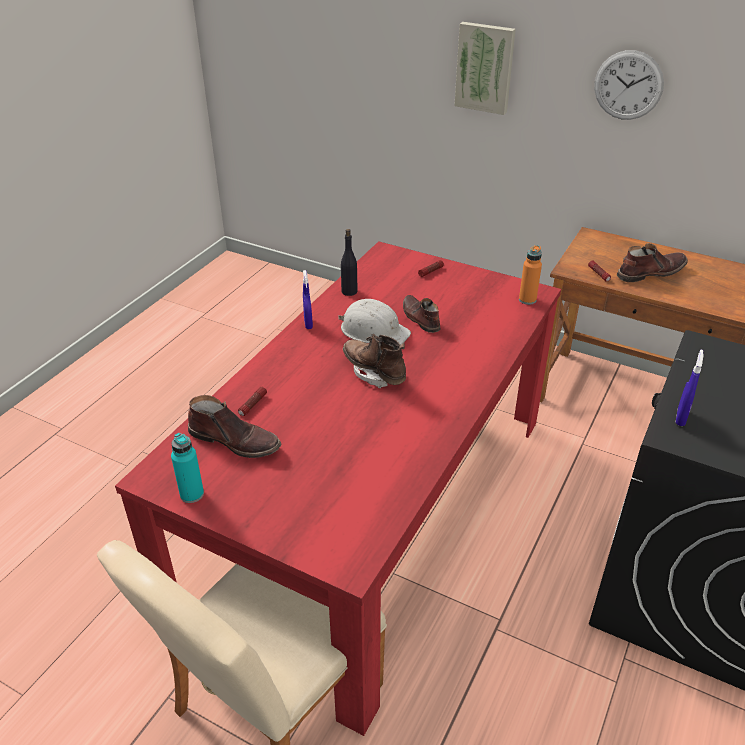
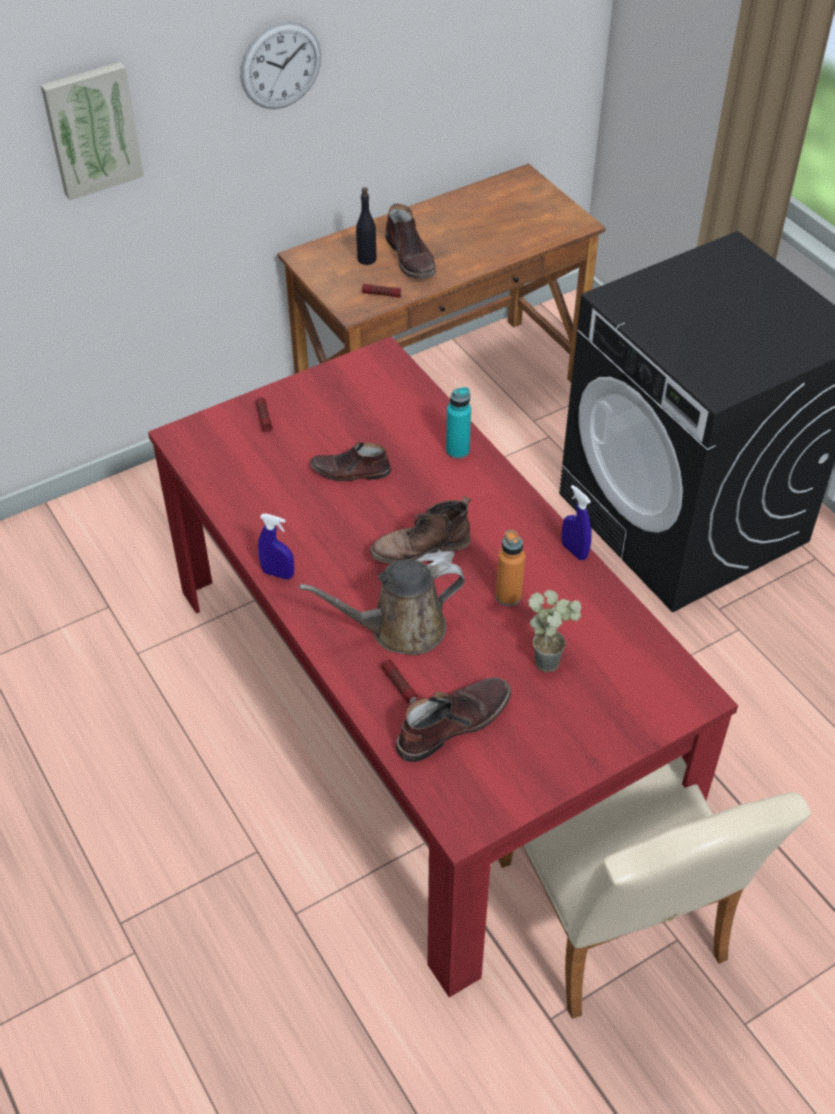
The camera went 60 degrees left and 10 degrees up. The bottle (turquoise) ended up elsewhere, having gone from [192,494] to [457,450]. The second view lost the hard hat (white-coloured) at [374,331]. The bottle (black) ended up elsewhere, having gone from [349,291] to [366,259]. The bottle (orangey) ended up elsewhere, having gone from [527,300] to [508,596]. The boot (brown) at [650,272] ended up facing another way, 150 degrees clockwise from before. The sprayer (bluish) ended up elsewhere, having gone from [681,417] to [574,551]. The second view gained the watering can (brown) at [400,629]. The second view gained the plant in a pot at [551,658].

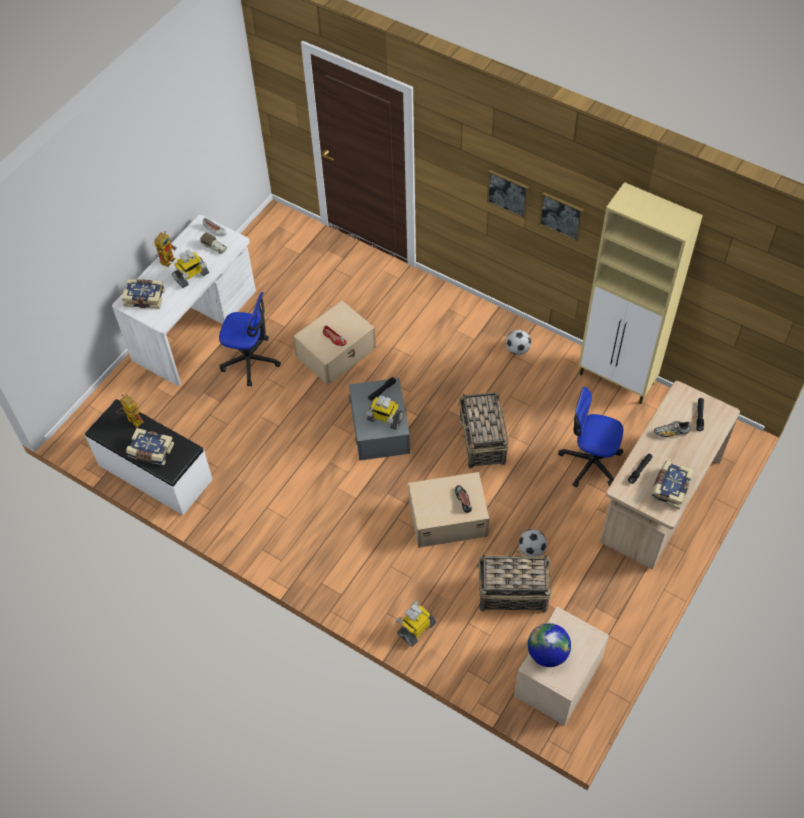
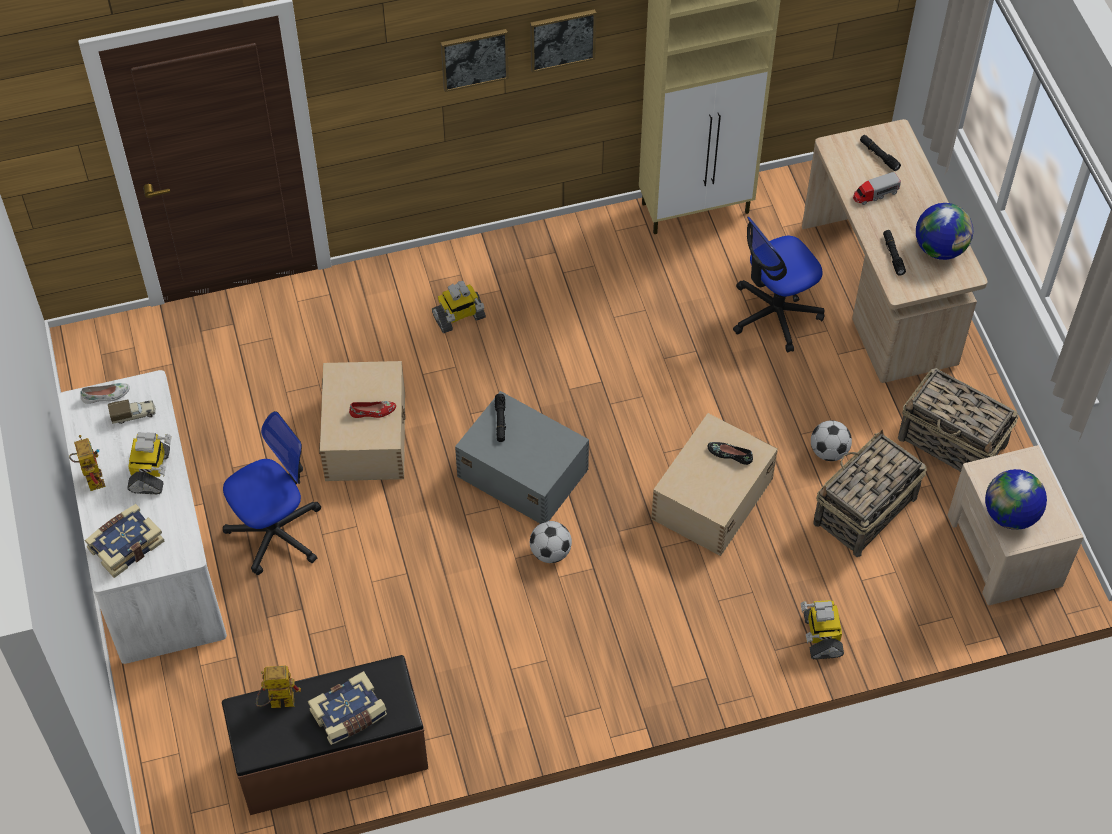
The camera went 50 degrees left and 0 degrees up. What was the long seat (white-coloured) at [154,473] turned into the long seat (brown) at [331,757]. The robot figure ended up elsewhere, having gone from [385,419] to [459,317]. The basket ended up elsewhere, having gone from [482,441] to [952,443]. The football ball ended up elsewhere, having gone from [517,349] to [550,552]. Where the bound book stood at [670,488], the globe came to stand at [940,248]. Where the item of footwear stood at [671,432], the model truck came to stand at [875,194].

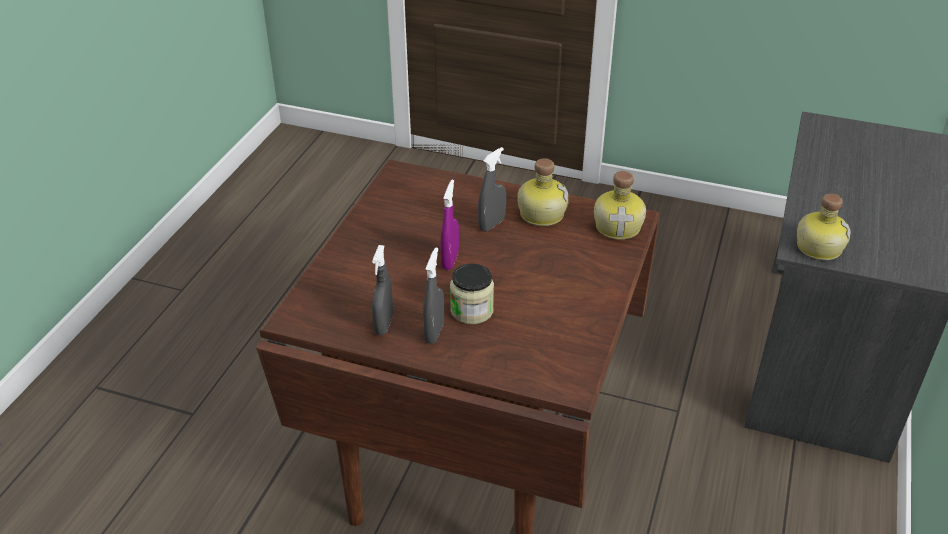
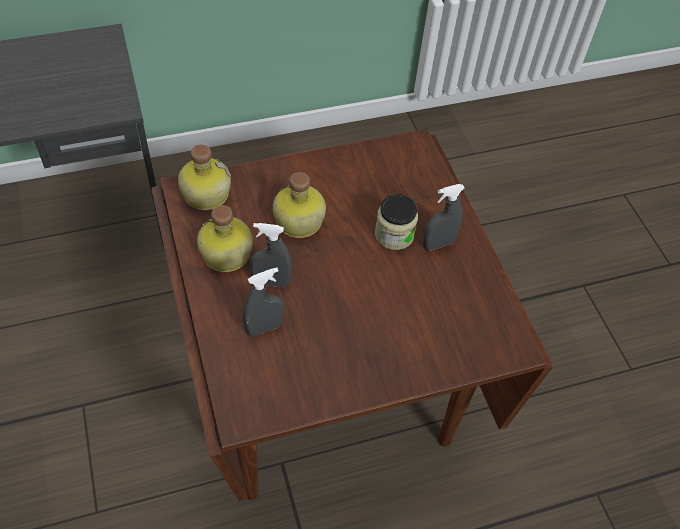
The camera went 130 degrees left and 15 degrees up. The sprayer (gray) ended up elsewhere, having gone from [384,325] to [264,328]. The second view lost the sprayer (purplish) at [450,261]. The bottle ended up elsewhere, having gone from [817,247] to [298,222].

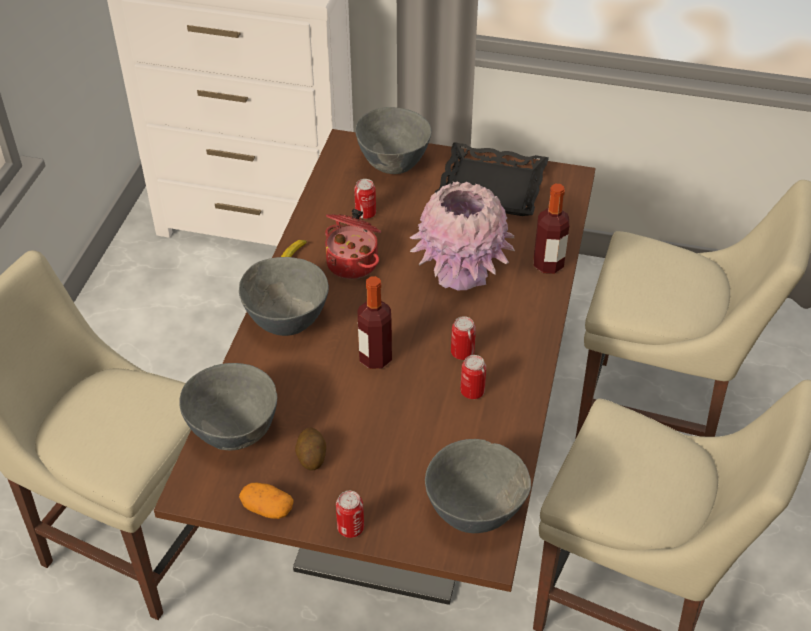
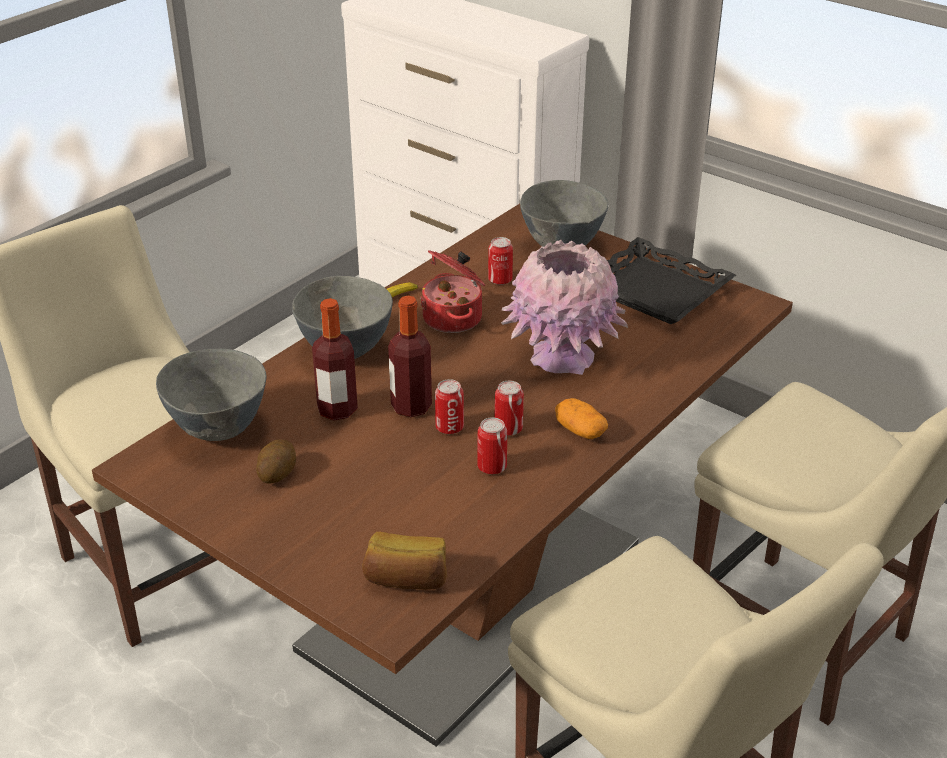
The camera went 25 degrees right and 10 degrees down. The potato ended up elsewhere, having gone from [267,508] to [580,431]. The metal can ended up elsewhere, having gone from [350,528] to [449,427]. Where the serving bowl (gray) stood at [474,512], the bakery bread came to stand at [406,579]. The bottle ended up elsewhere, having gone from [548,264] to [337,410].

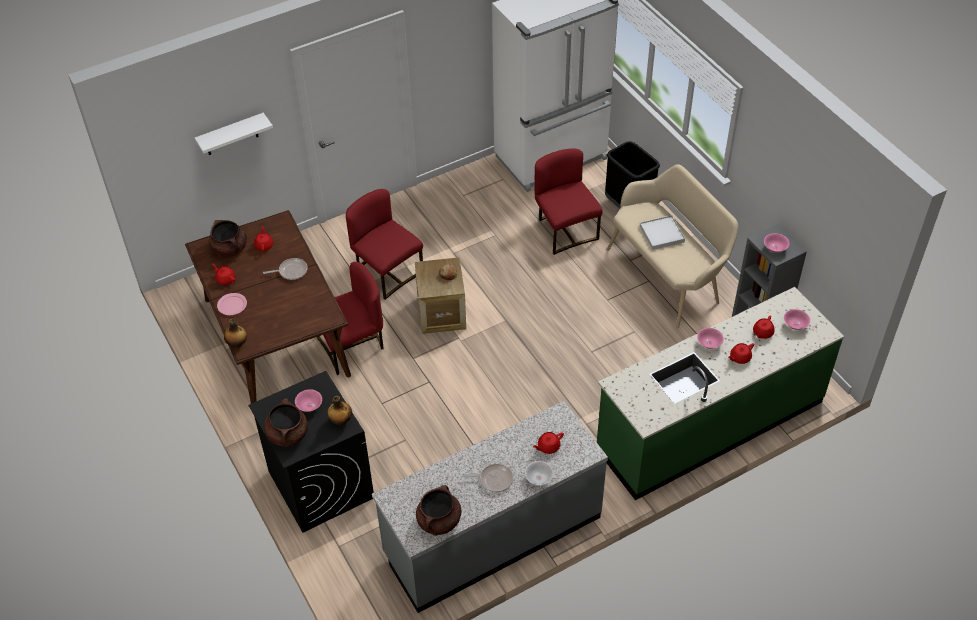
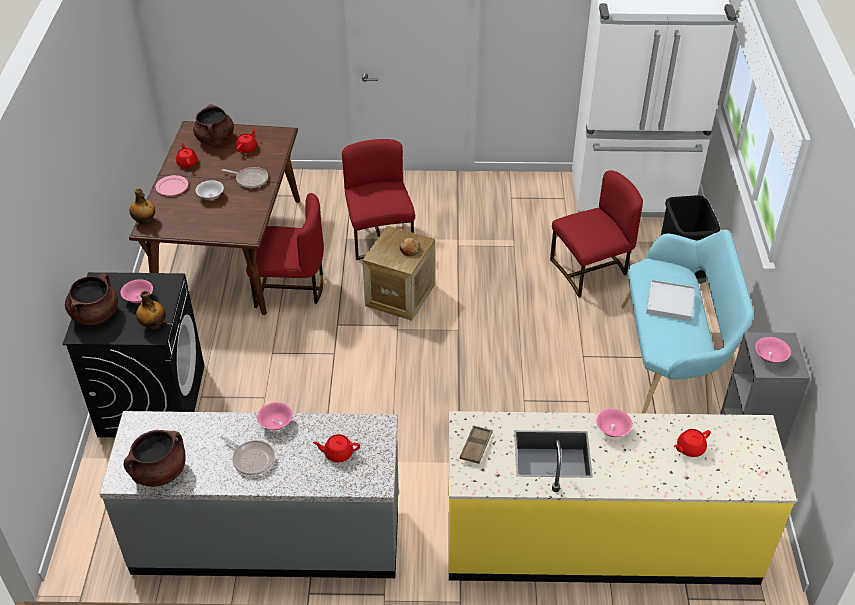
The camera went 30 degrees right and 5 degrees down. The second view lost the wall shelf (white-coloured) at [231,135]. The serving bowl (white-coloured) ended up elsewhere, having gone from [539,478] to [211,197]. The upright chair (red-coloured) at [565,230] ended up facing another way, 60 degrees clockwise from before. What was the kitchen counter (green) at [709,424] turned into the kitchen counter (yellow-coloured) at [599,541]. What was the long seat (sand-coloured) at [668,275] turned into the long seat (turquoise) at [671,361]. The second view lost the pot for tea (red-coloured) at [739,357]. The serving bowl (pink-coloured) ended up elsewhere, having gone from [795,325] to [276,424]. The second view gained the tray (brown) at [476,447].

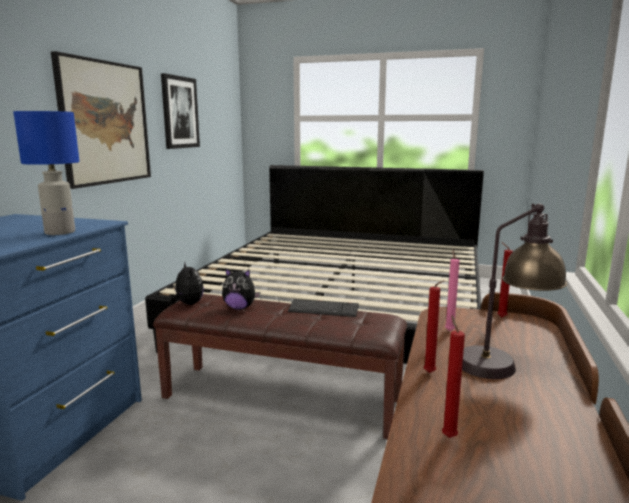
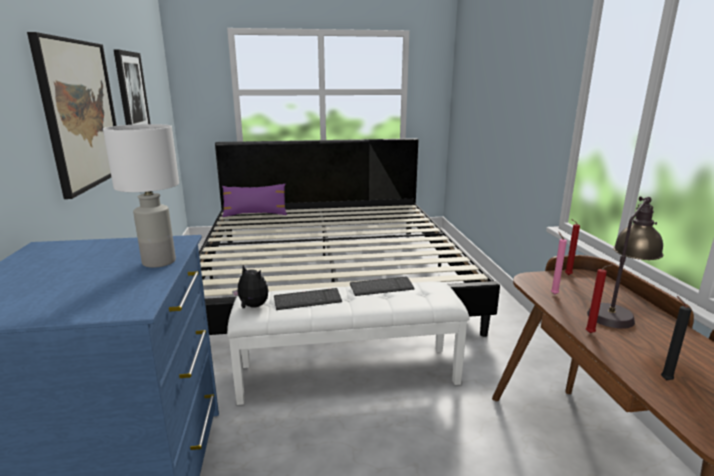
The camera went 25 degrees left and 5 degrees up. What was the table lamp (bluish) at [60,232] turned into the table lamp (white-coloured) at [159,261]. What was the long seat (brown) at [282,398] turned into the long seat (white-coloured) at [348,373]. Where the soft toy stood at [240,308], the PC keyboard came to stand at [307,300]. What was the candle (red-coloured) at [448,436] turned into the candle (black) at [664,379]. The second view gained the throw pillow (purplish) at [255,214].

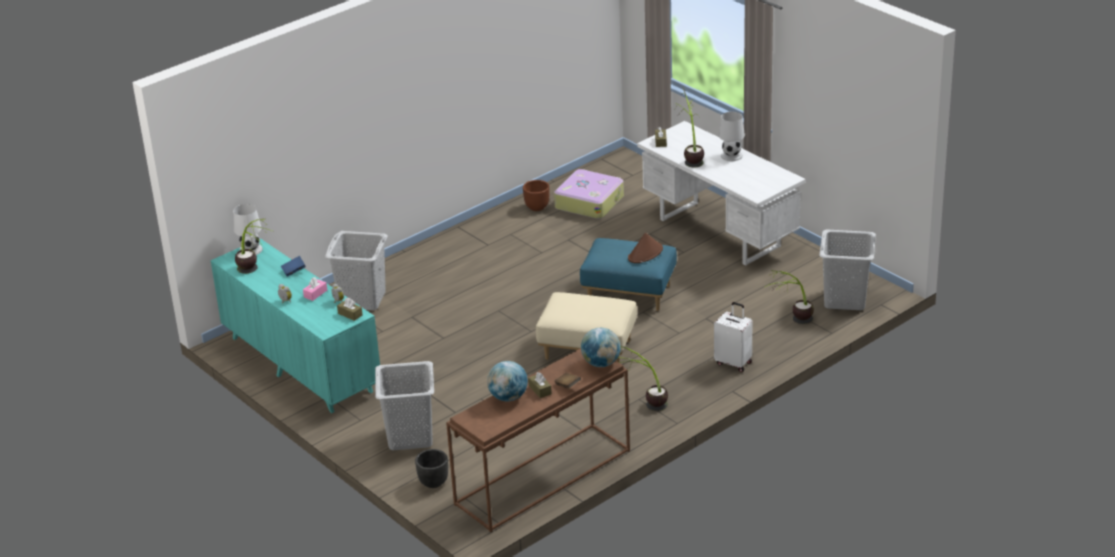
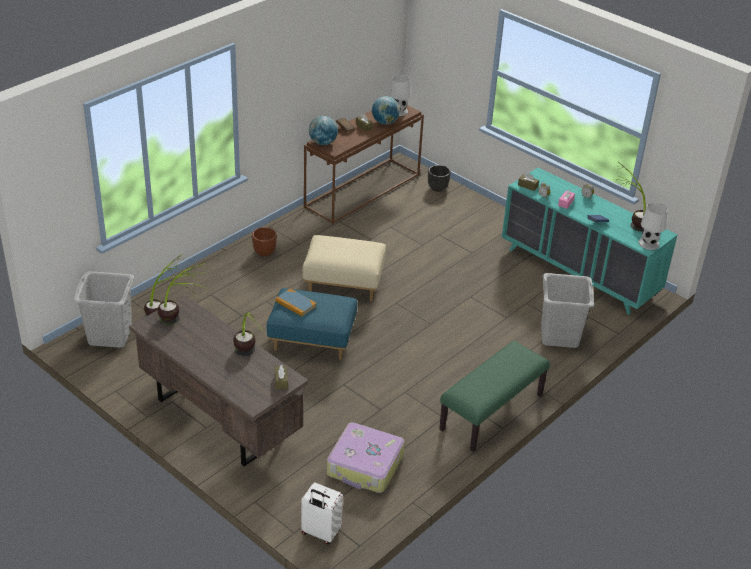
The camera went 170 degrees right and 5 degrees up. The second view lost the hamper (gray) at [410,436]. The plant pot (brown) ended up elsewhere, having gone from [537,207] to [264,252]. The plant in a pot ended up elsewhere, having gone from [643,404] to [181,319]. Where the clothing hat (brown) stood at [645,253], the bound book came to stand at [296,304]. What was the desk unit (white-coloured) at [720,233] turned into the desk unit (brown) at [219,419]. The piece of luggage (white-coloured) ended up elsewhere, having gone from [734,362] to [320,533]. The table lamp (white-coloured) ended up elsewhere, having gone from [731,155] to [399,111]. The second view gained the long seat (green) at [492,413].

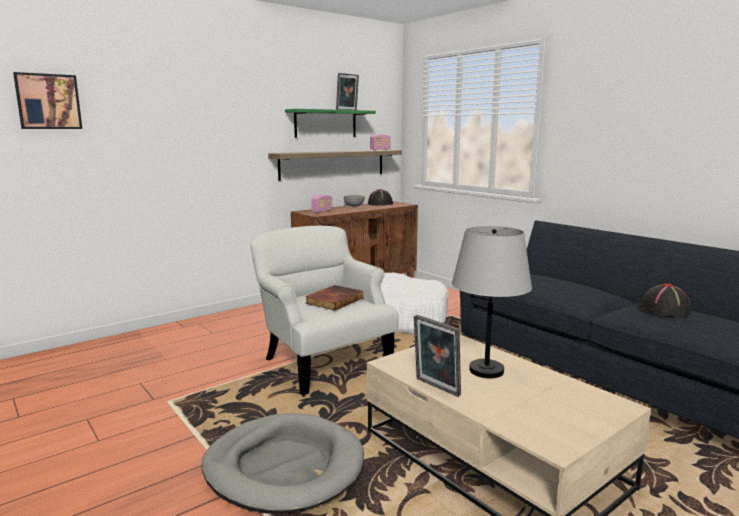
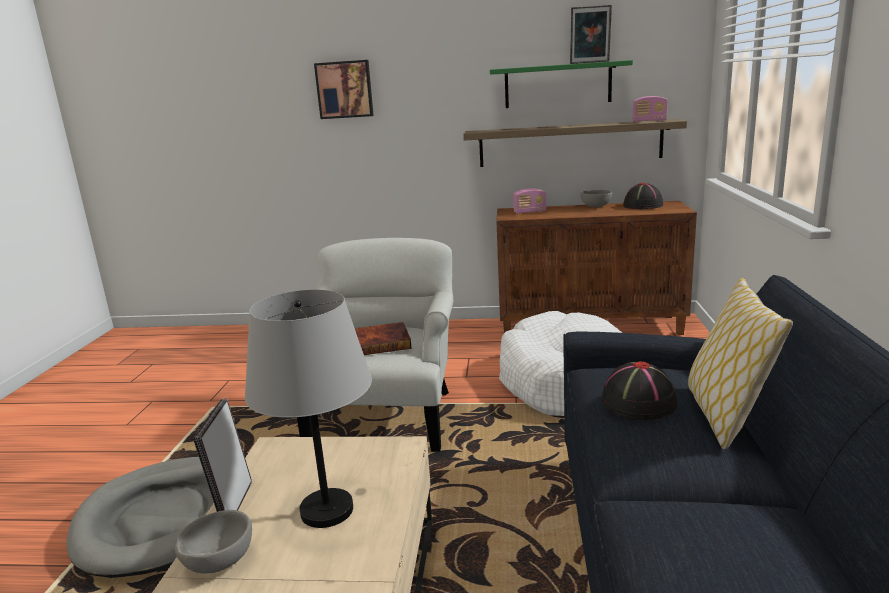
The camera went 45 degrees right and 5 degrees up. The wall art ended up elsewhere, having gone from [48,101] to [344,89]. The clothing hat (black) ended up elsewhere, having gone from [665,310] to [637,403]. The second view gained the serving bowl (gray) at [220,561]. The second view gained the throw pillow at [725,416].

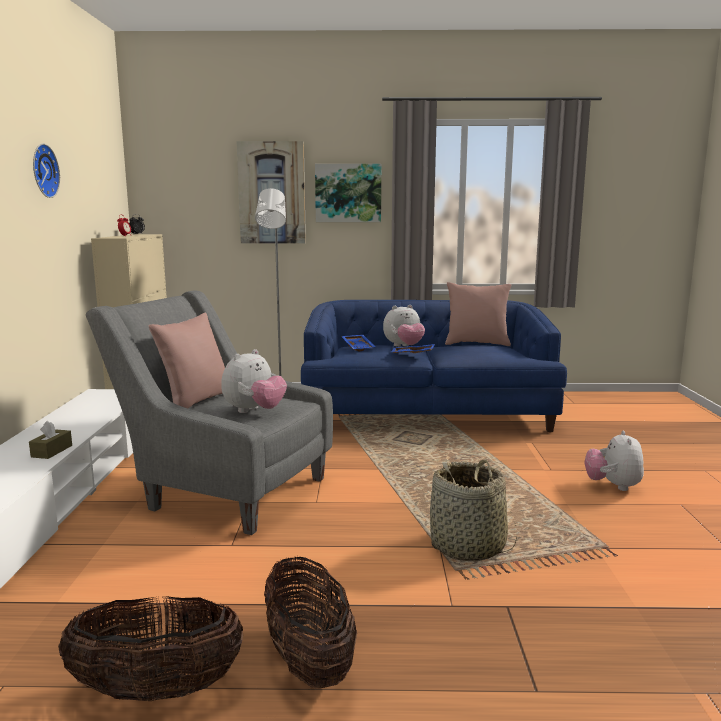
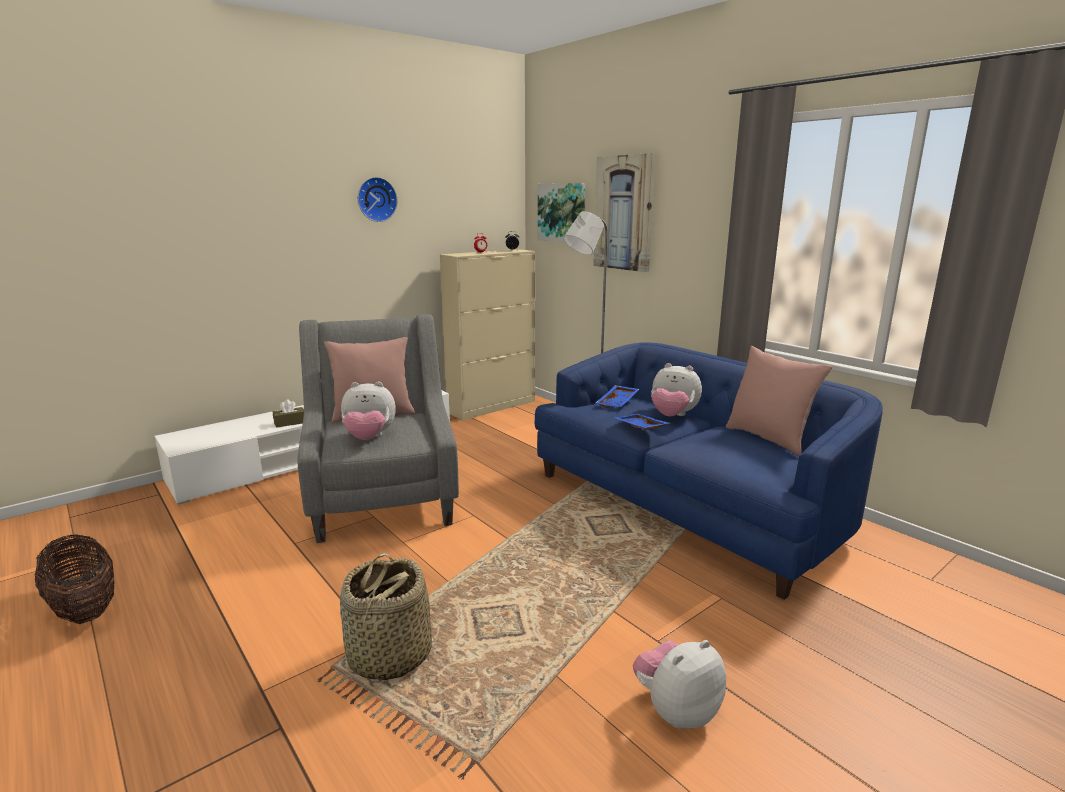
The camera went 50 degrees right and 5 degrees up. The second view lost the basket at [309,660]. The wall art ended up elsewhere, having gone from [348,193] to [562,213].

